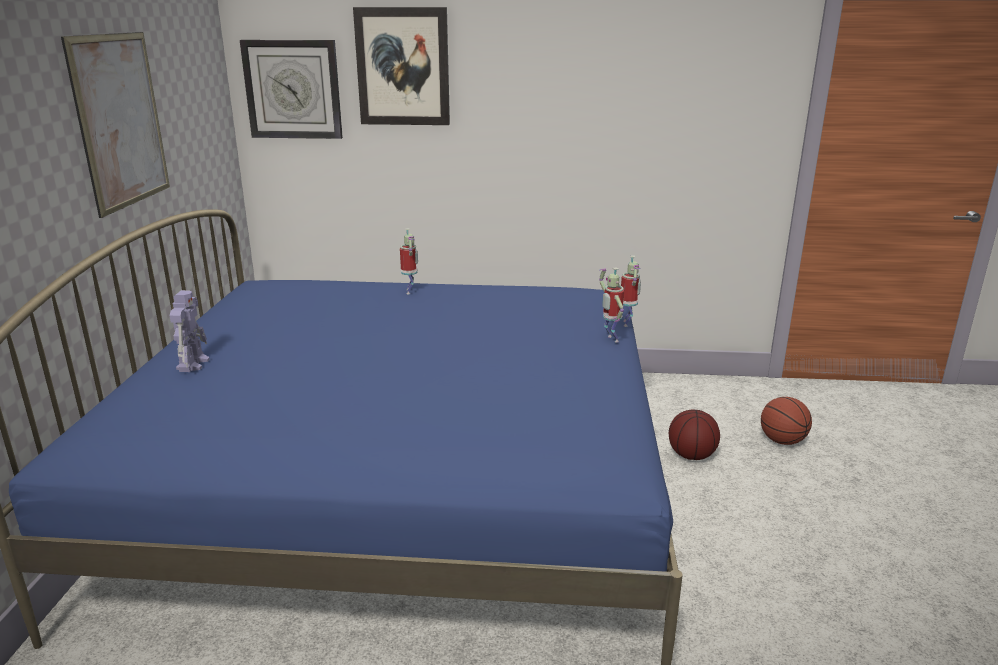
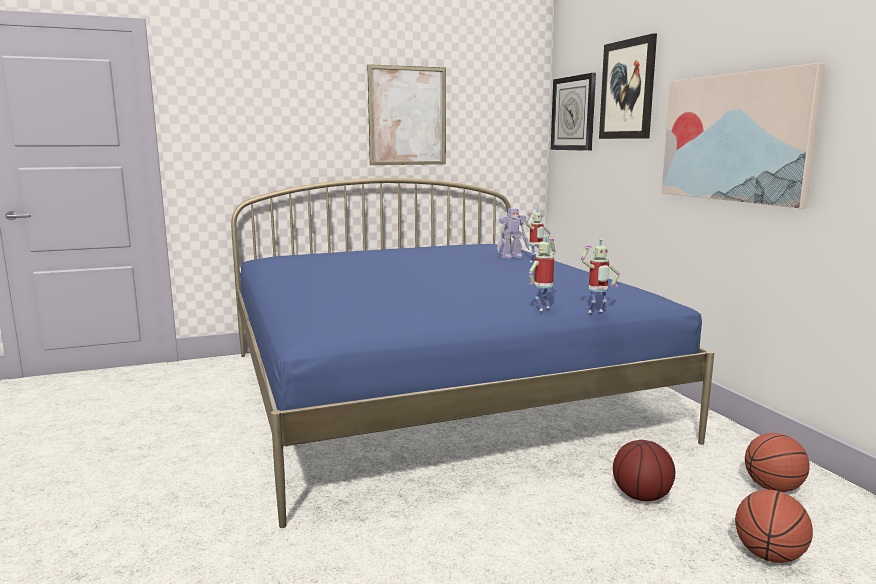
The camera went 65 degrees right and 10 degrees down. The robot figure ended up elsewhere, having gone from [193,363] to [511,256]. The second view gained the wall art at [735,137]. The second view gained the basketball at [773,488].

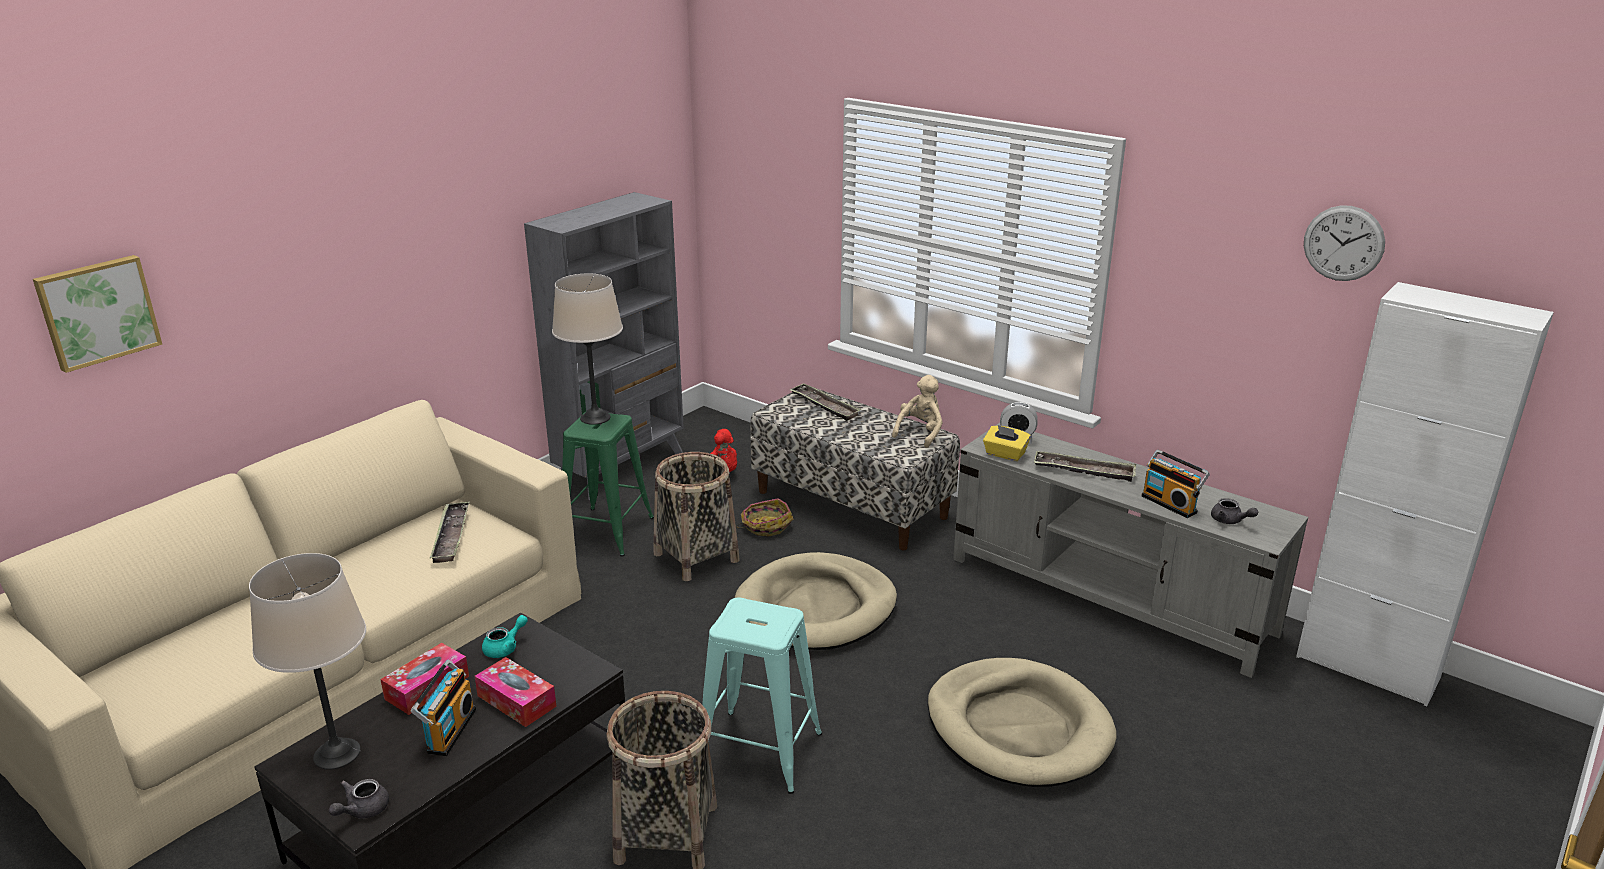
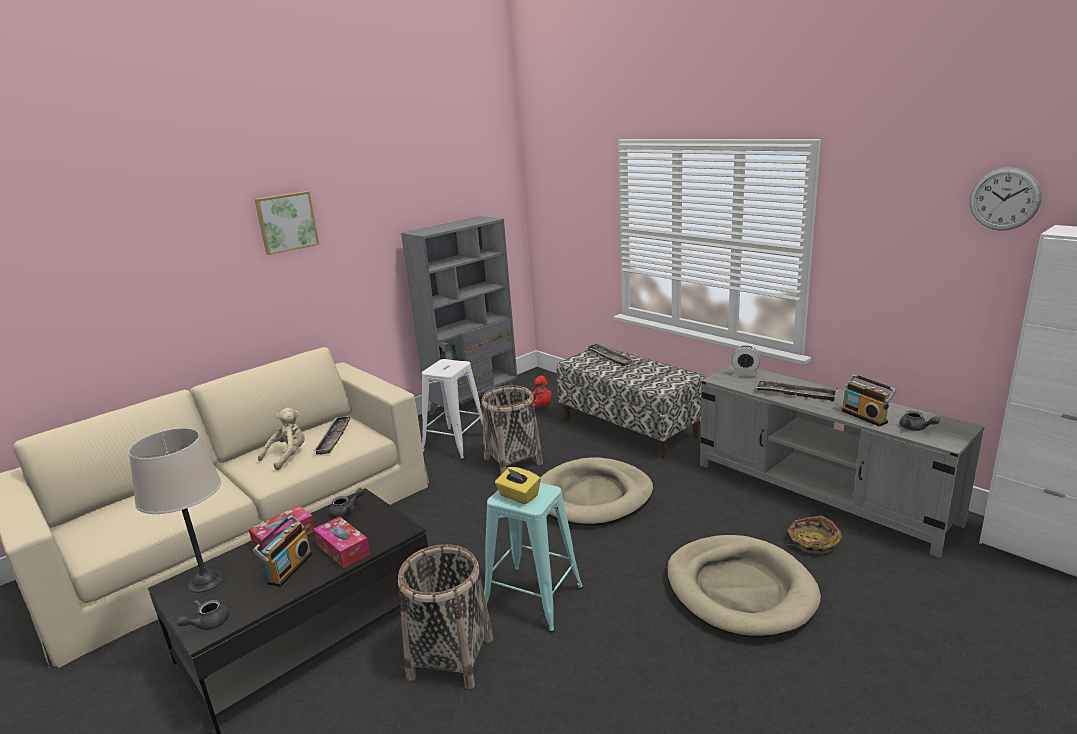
The camera went 10 degrees right and 5 degrees down. The wall art ended up elsewhere, having gone from [97,311] to [286,222]. What was the pot for tea (turquoise) at [505,648] turned into the pot for tea (gray) at [347,511]. The second view lost the table lamp (sand-coloured) at [595,418]. What was the sitting stool (green) at [607,531] turned into the sitting stool (white-coloured) at [455,443]. The basket ended up elsewhere, having gone from [765,526] to [812,542]. The soft toy (sand-coloured) ended up elsewhere, having gone from [920,433] to [288,456]. The tissue holder (yellow-coloured) ended up elsewhere, having gone from [1005,454] to [518,496].

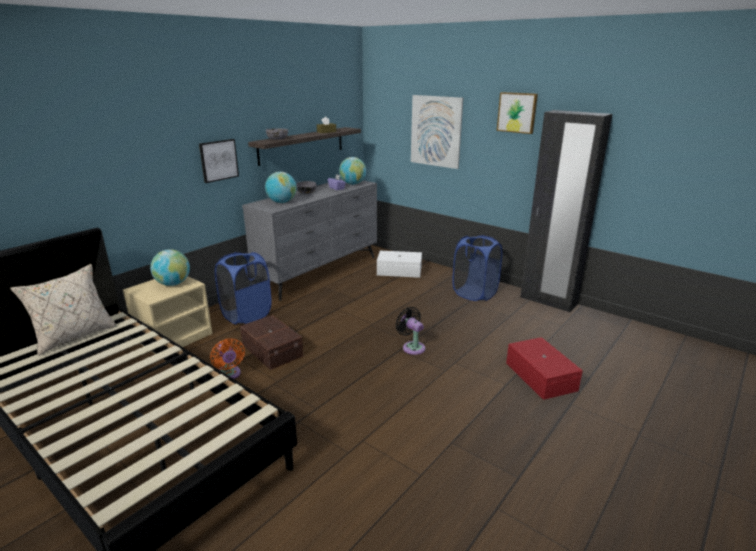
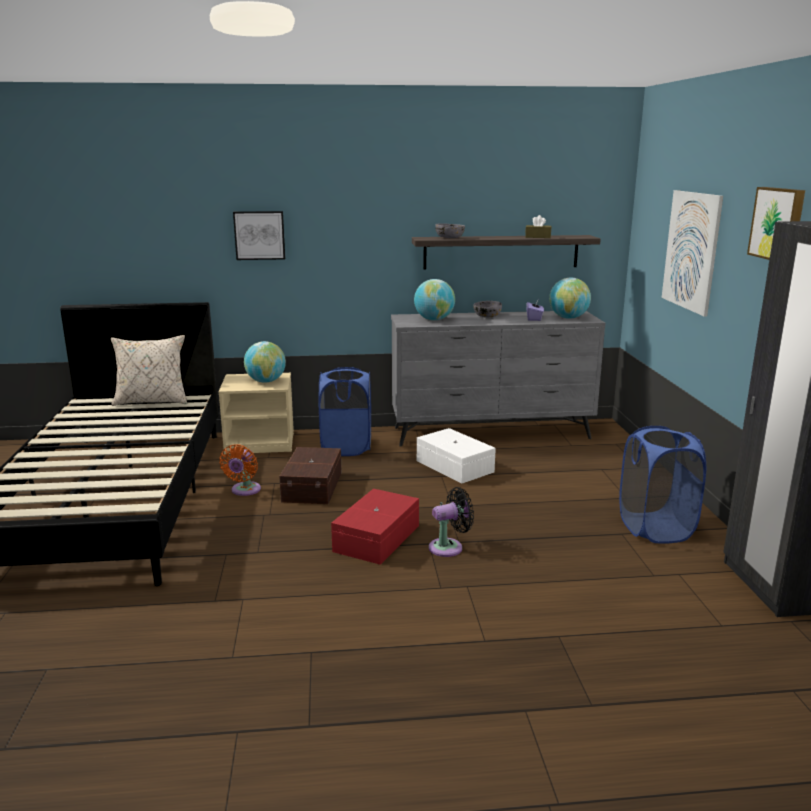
The camera went 45 degrees right and 5 degrees down. The wall art ended up elsewhere, having gone from [218,160] to [259,235]. The storage bin (white-coloured) ended up elsewhere, having gone from [399,271] to [454,467]. The fan (black) at [412,347] ended up facing another way, 60 degrees clockwise from before. The storage bin (red-coloured) ended up elsewhere, having gone from [541,376] to [378,538].

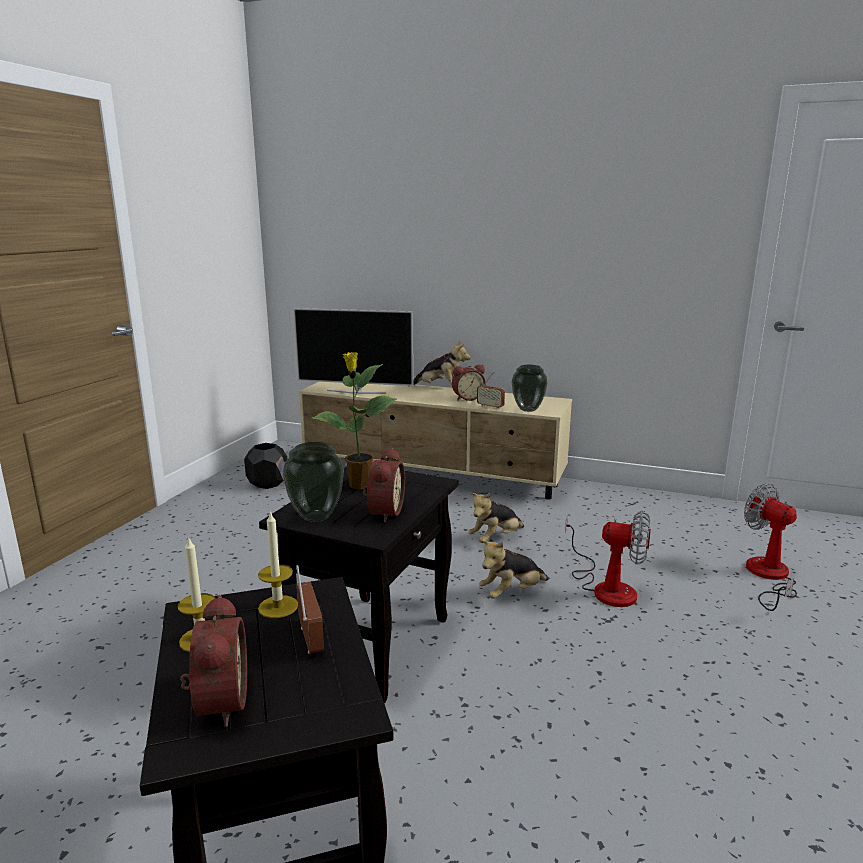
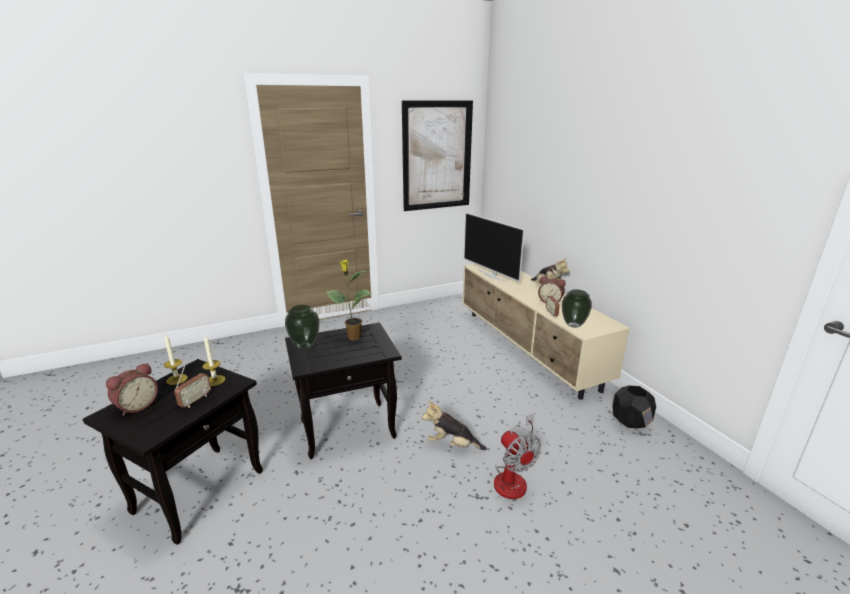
The camera went 45 degrees right and 5 degrees up. The plant pot (black) ended up elsewhere, having gone from [268,484] to [630,422]. The second view lost the table clock at [383,512]. The second view lost the soft toy at [495,539]. The second view lost the fan at [768,577]. The second view gained the wall art at [437,156].

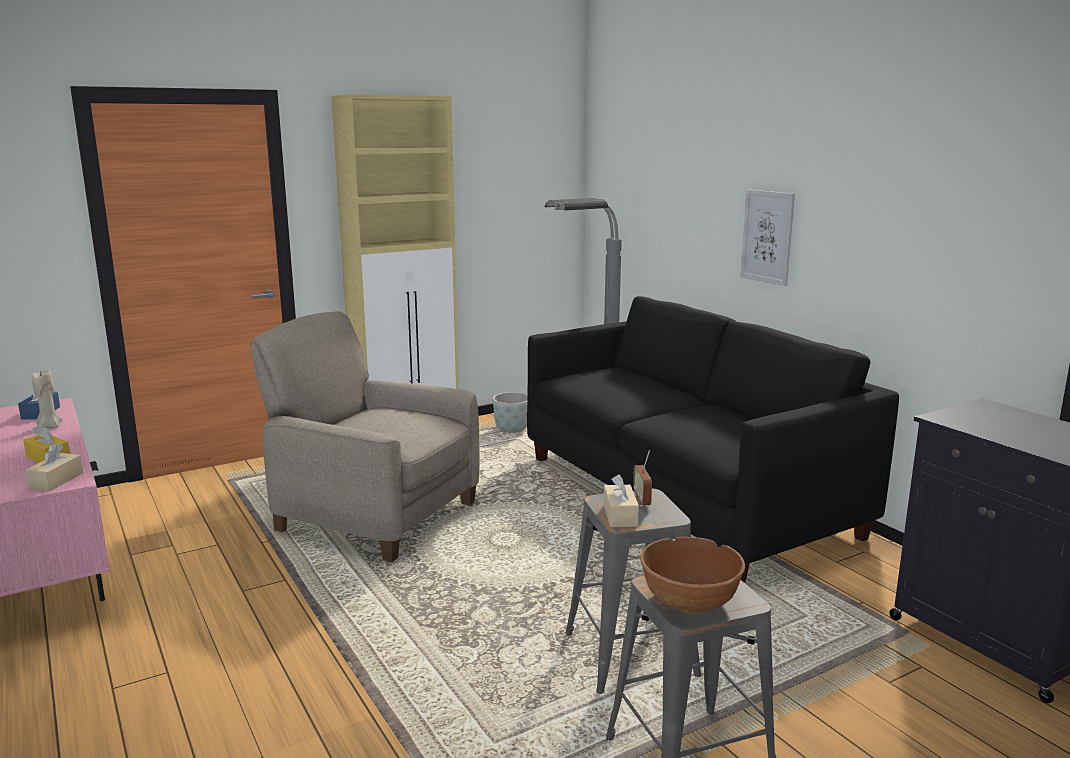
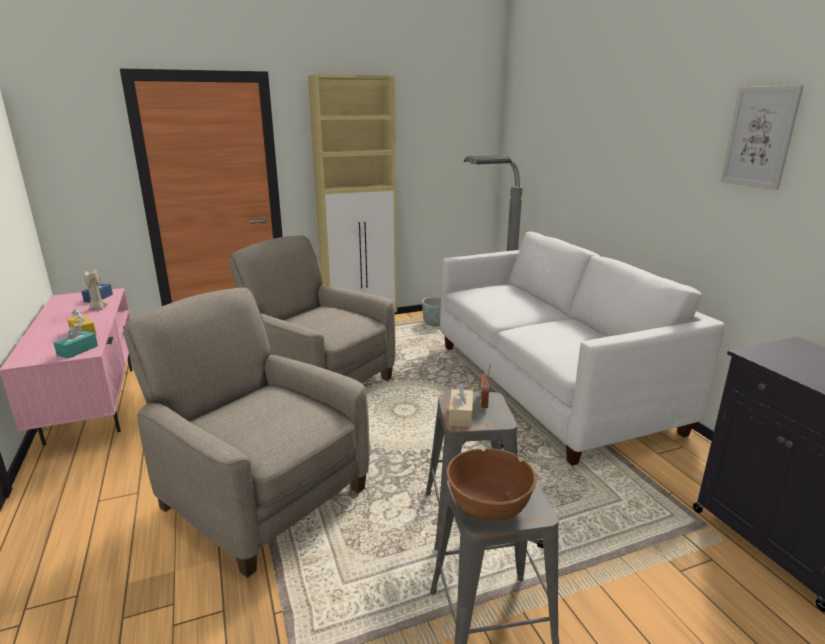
The camera went 10 degrees right and 5 degrees up. What was the tissue holder (sand-coloured) at [56,481] turned into the tissue holder (turquoise) at [77,350]. What was the settee (black) at [684,495] turned into the settee (white-coloured) at [548,385]. The wall art ended up elsewhere, having gone from [767,237] to [759,137]. The second view gained the lounge chair (sand-coloured) at [263,496].

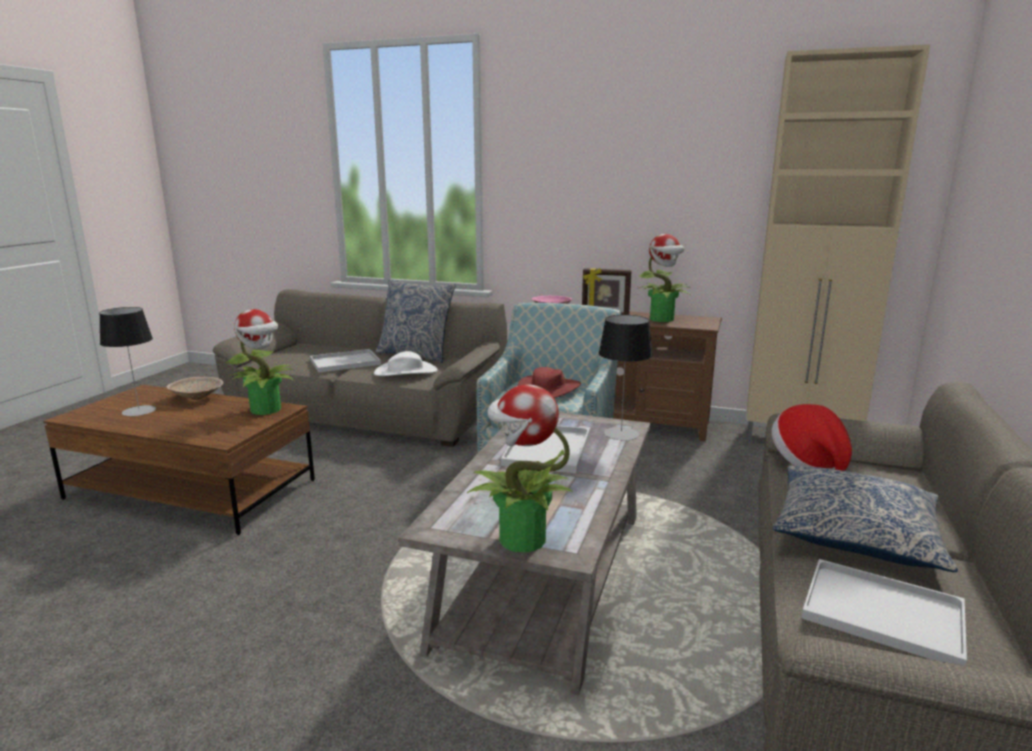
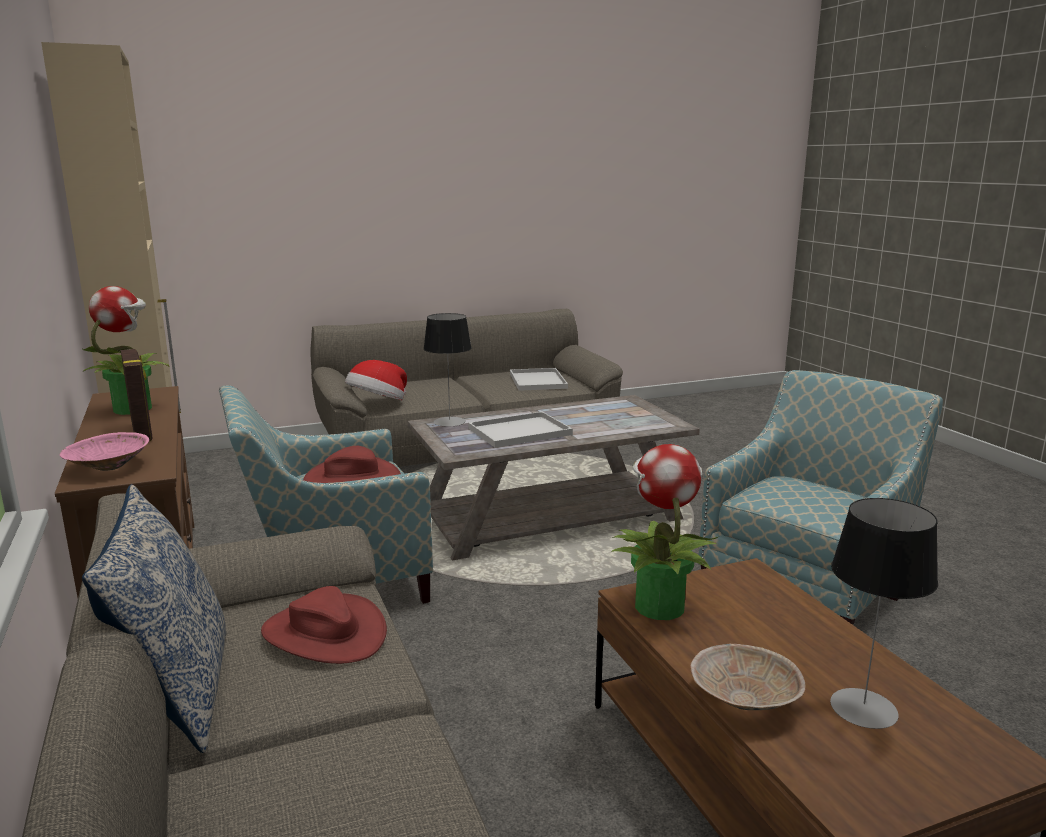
The camera went 130 degrees left and 0 degrees up. The second view lost the tray (white-coloured) at [346,362]. What was the clothing hat (white-coloured) at [406,372] turned into the clothing hat (red-coloured) at [324,633]. The second view lost the plant in a pot at [520,539]. The second view lost the throw pillow at [856,532]. The second view gained the lounge chair at [806,589].

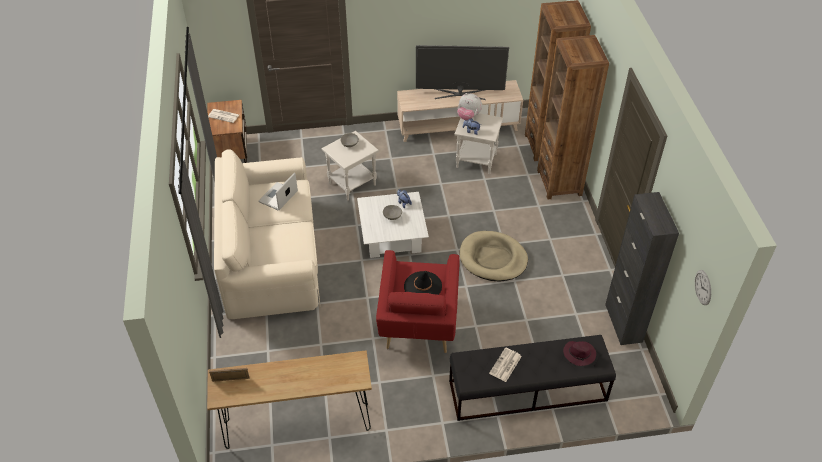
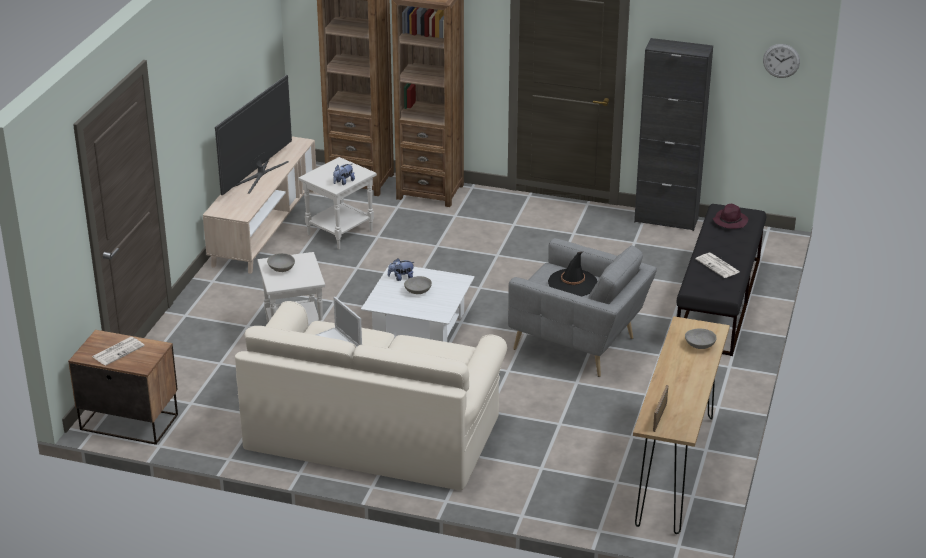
The camera went 65 degrees left and 15 degrees down. What was the lounge chair (red-coloured) at [418,325] turned into the lounge chair (gray) at [578,345]. The second view lost the soft toy at [468,116]. The second view lost the dog bed (sand-coloured) at [493,258]. The second view gained the serving bowl (gray) at [699,346].

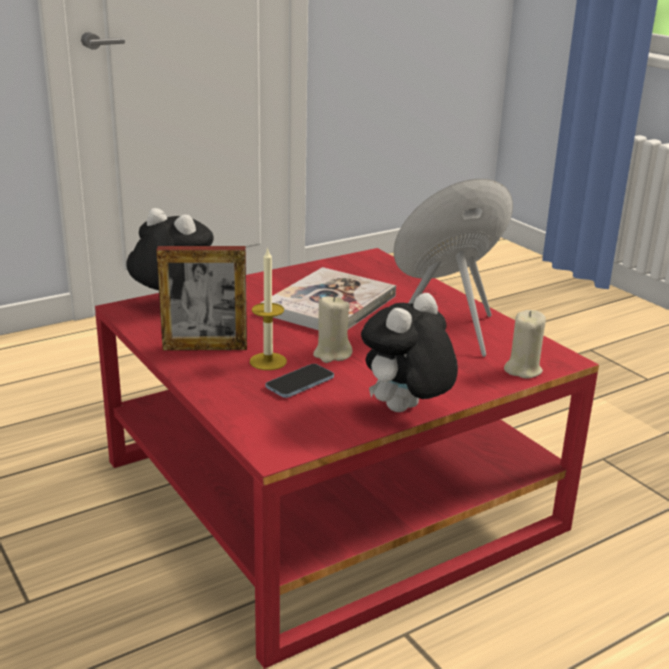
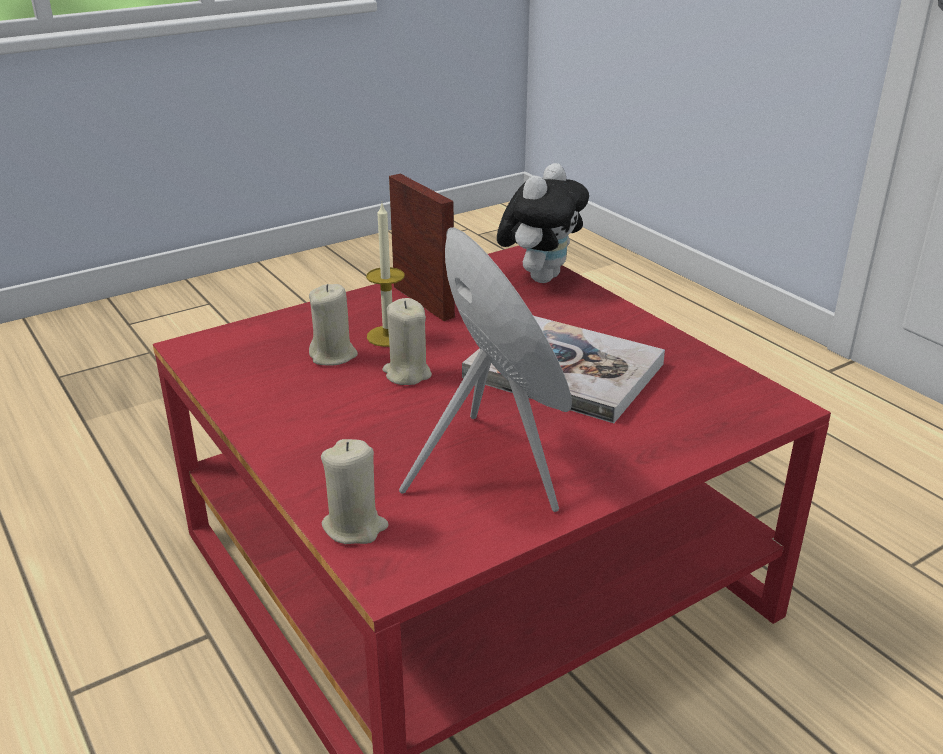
The camera went 90 degrees right and 5 degrees up. The picture frame at [205,347] ended up facing another way, 150 degrees clockwise from before. Where the telephone stood at [300,383], the candle (sand-coloured) came to stand at [333,355]. The second view lost the soft toy at [405,411].

